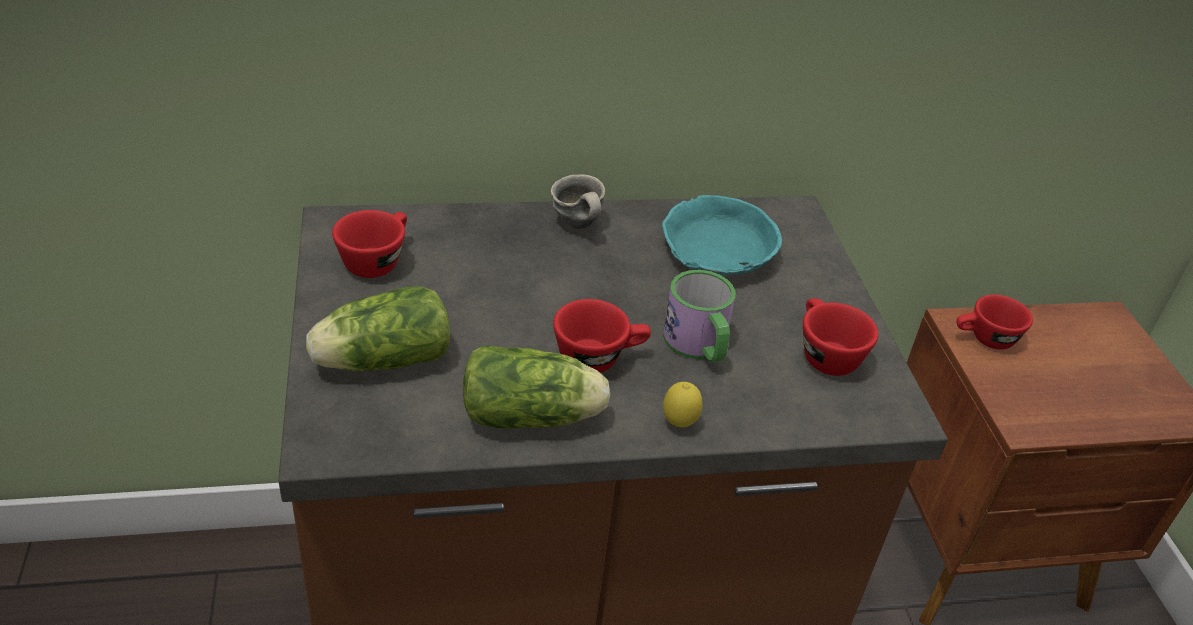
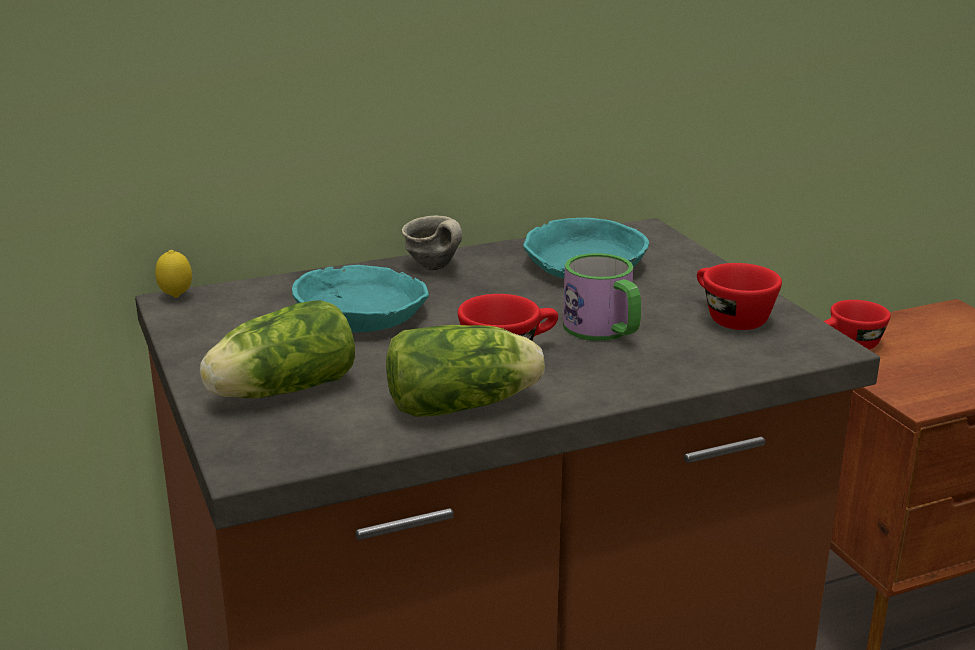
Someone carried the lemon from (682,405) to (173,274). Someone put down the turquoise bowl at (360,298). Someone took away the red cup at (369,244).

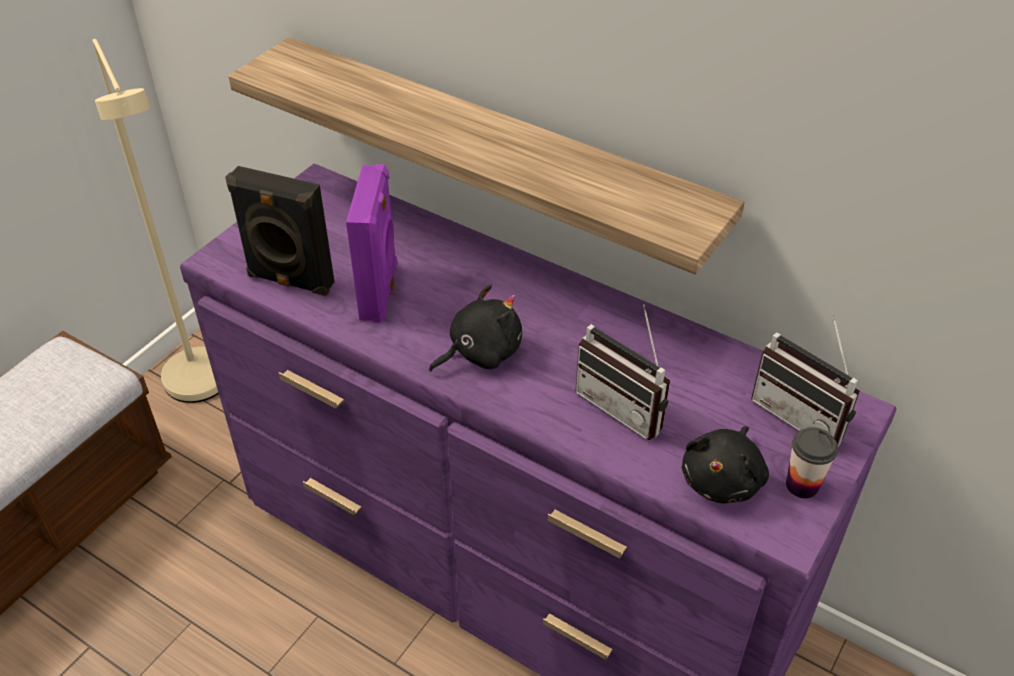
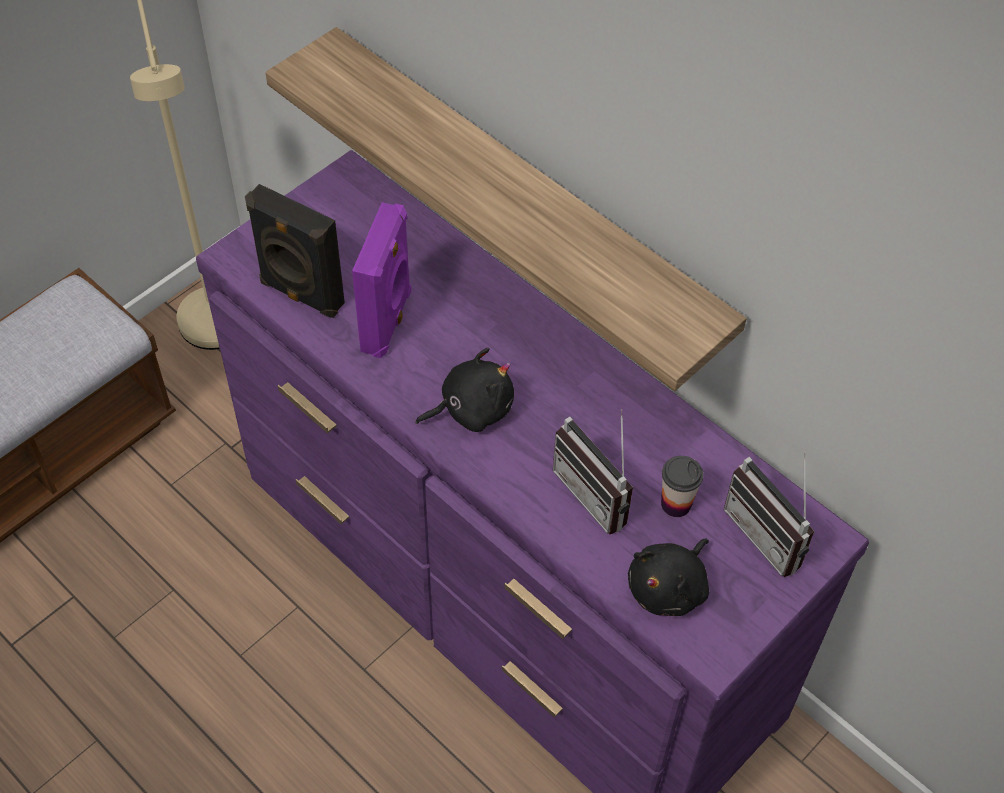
Someone carried the cup from (812,463) to (682,486).

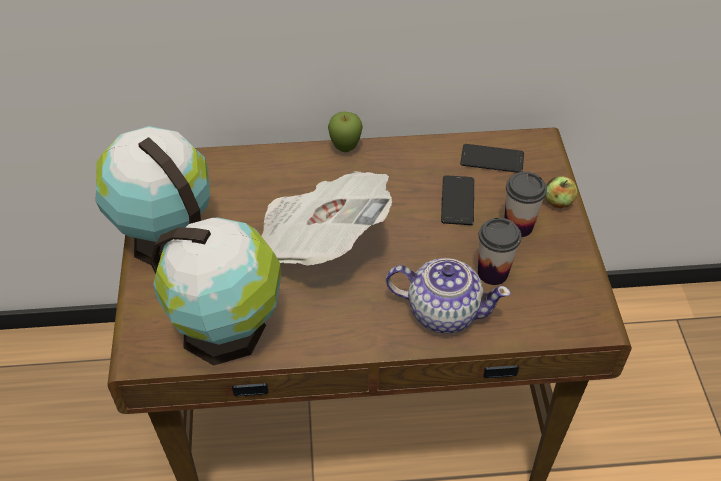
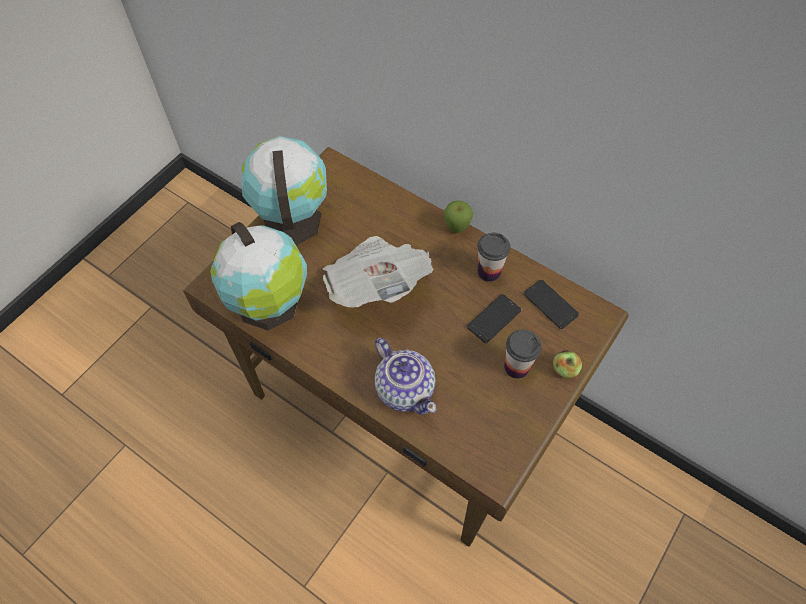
Someone carried the cup from (500,251) to (494,257).

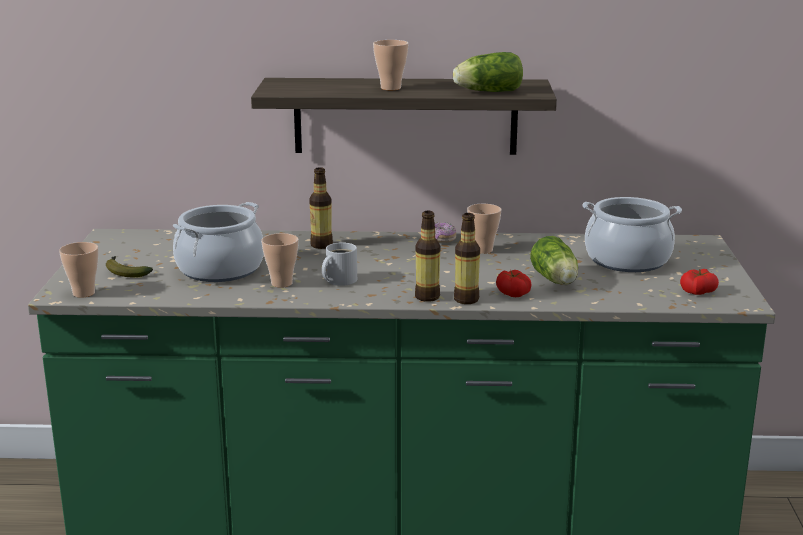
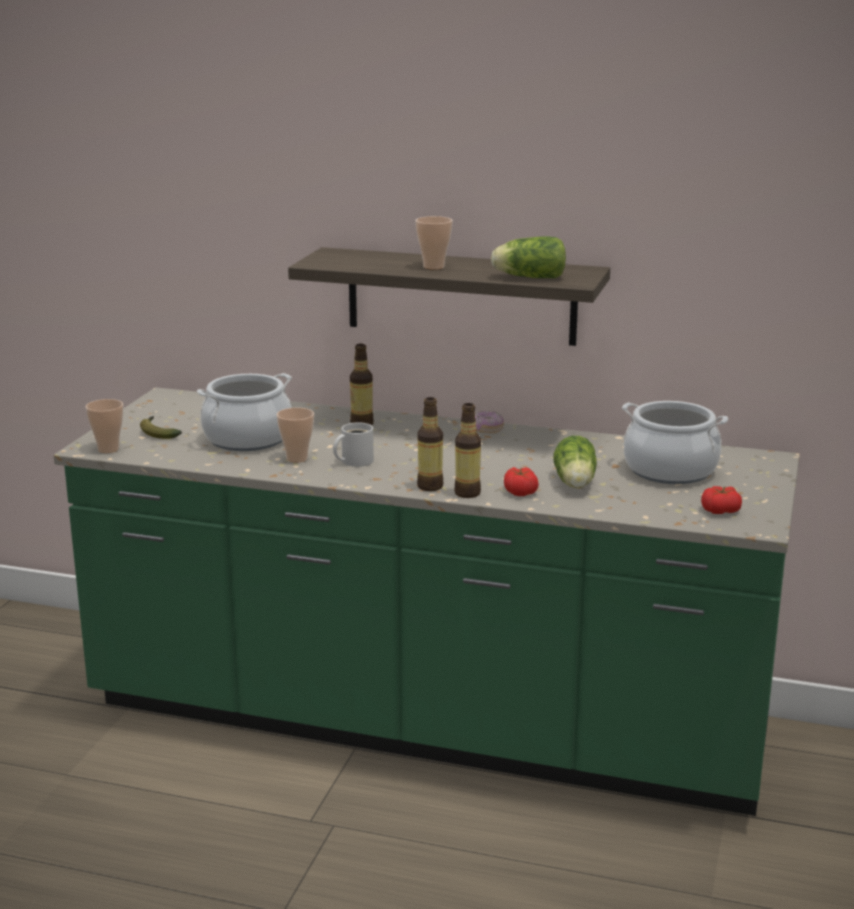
Someone took away the cup at (484,229).

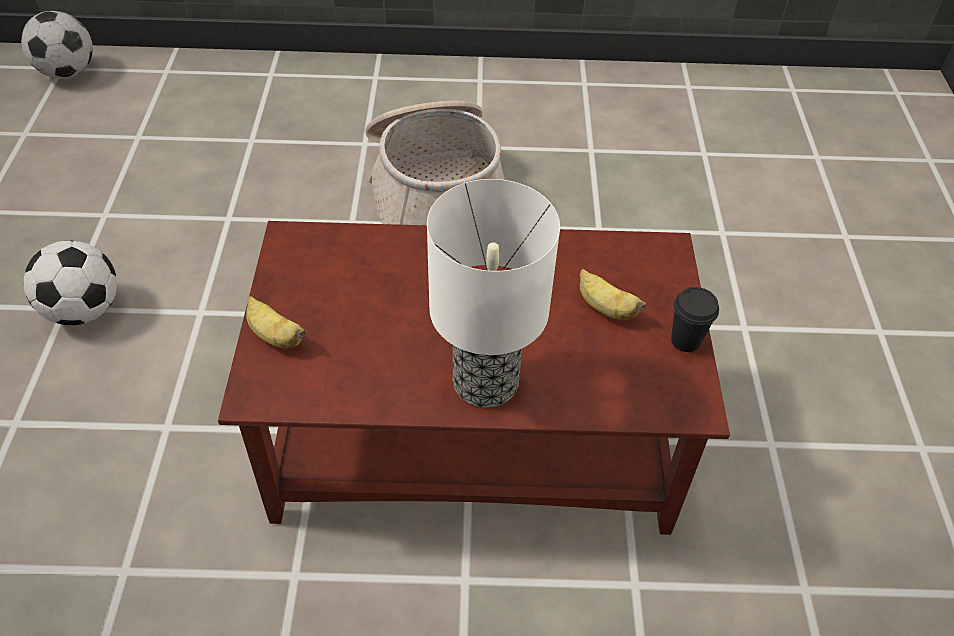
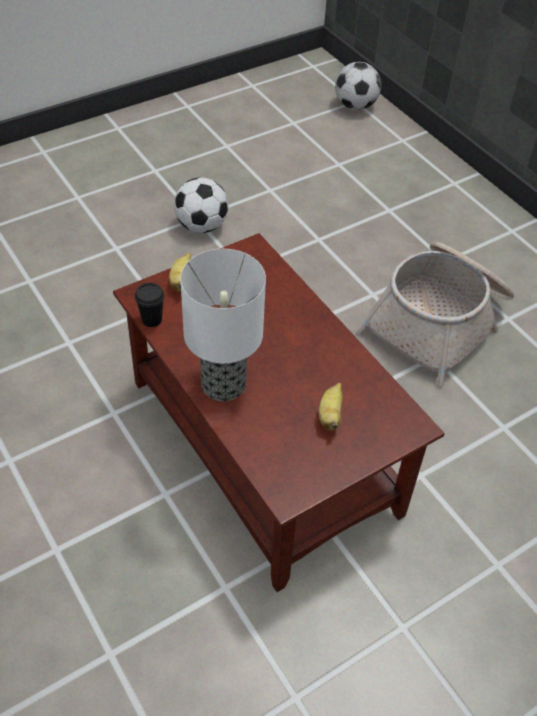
Someone carried the black cup from (695,319) to (150,305).

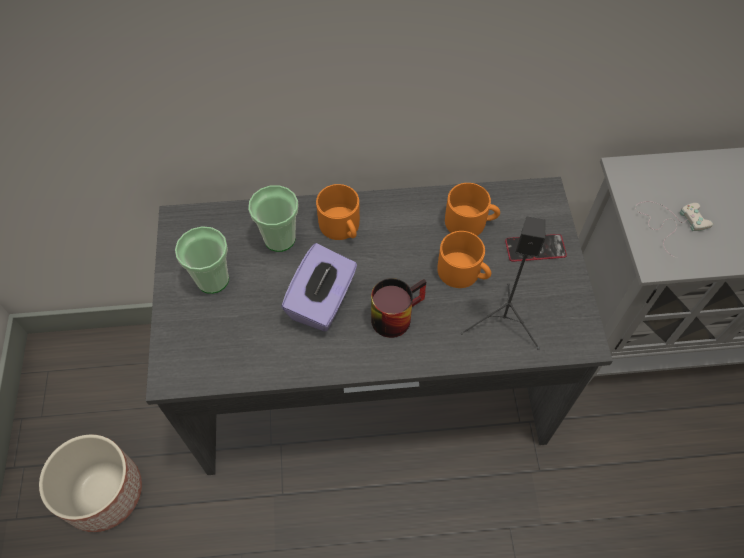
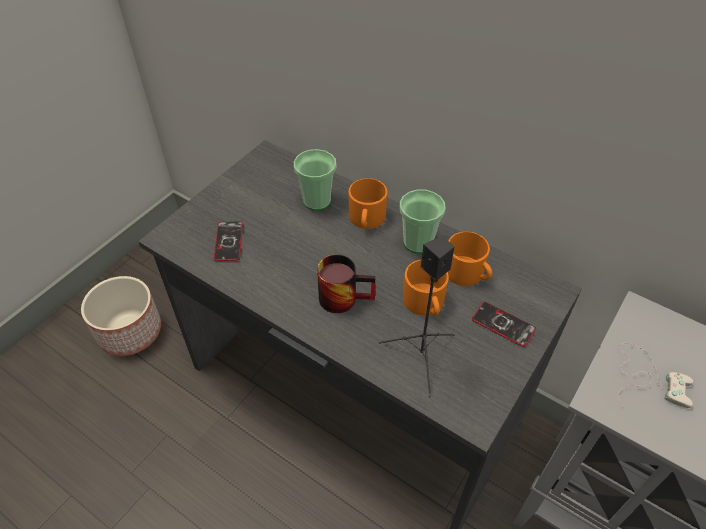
Someone put down the phone at (228,241). Someone carried the cup from (202,260) to (423,222). Someone took away the purple tissue box at (319,287).

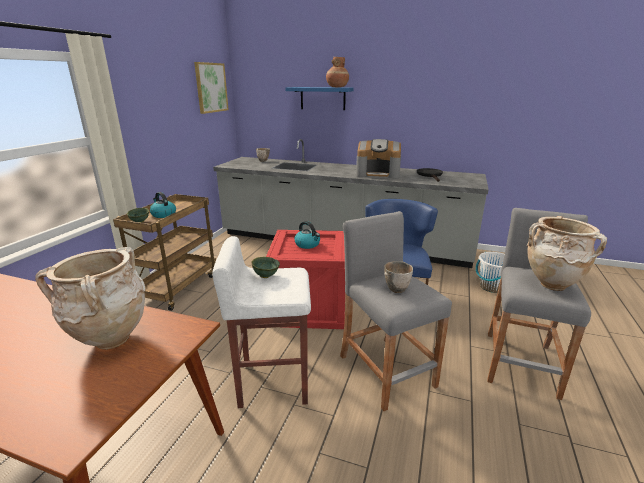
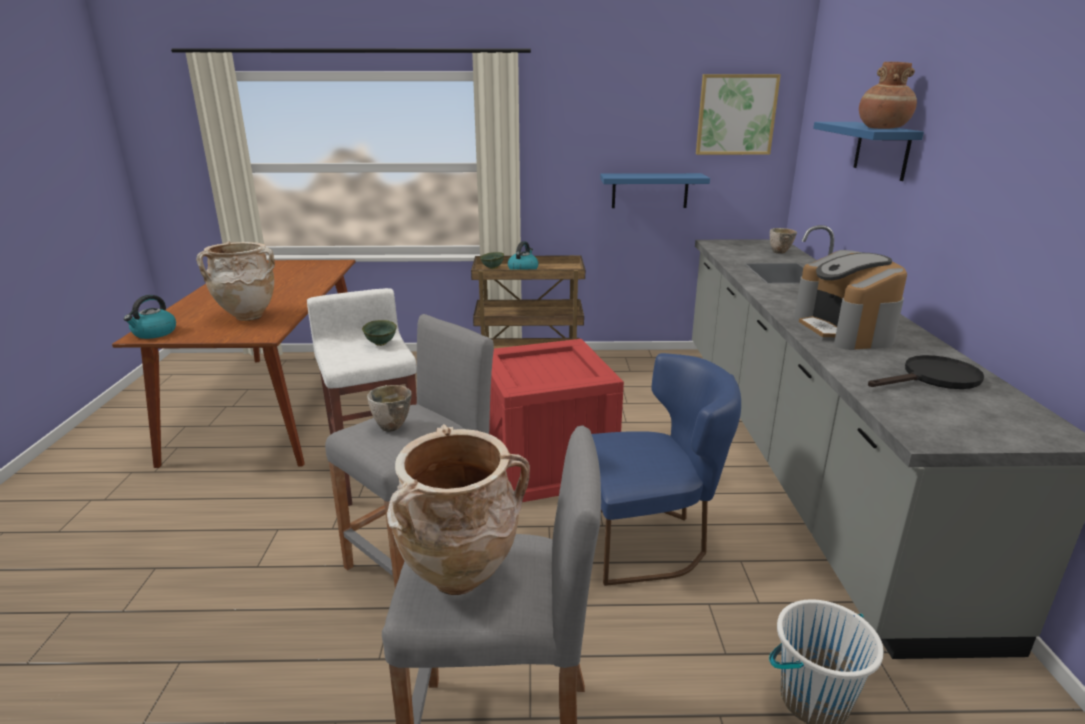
Someone carried the kettle from (307,235) to (150,317). Someone put up the blue shelf at (655,190).

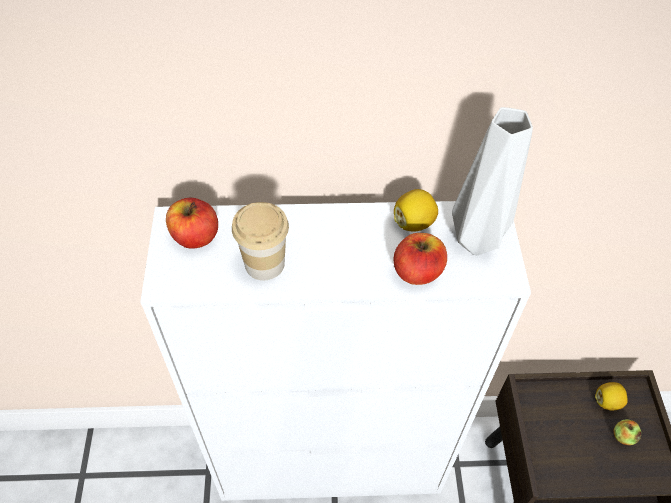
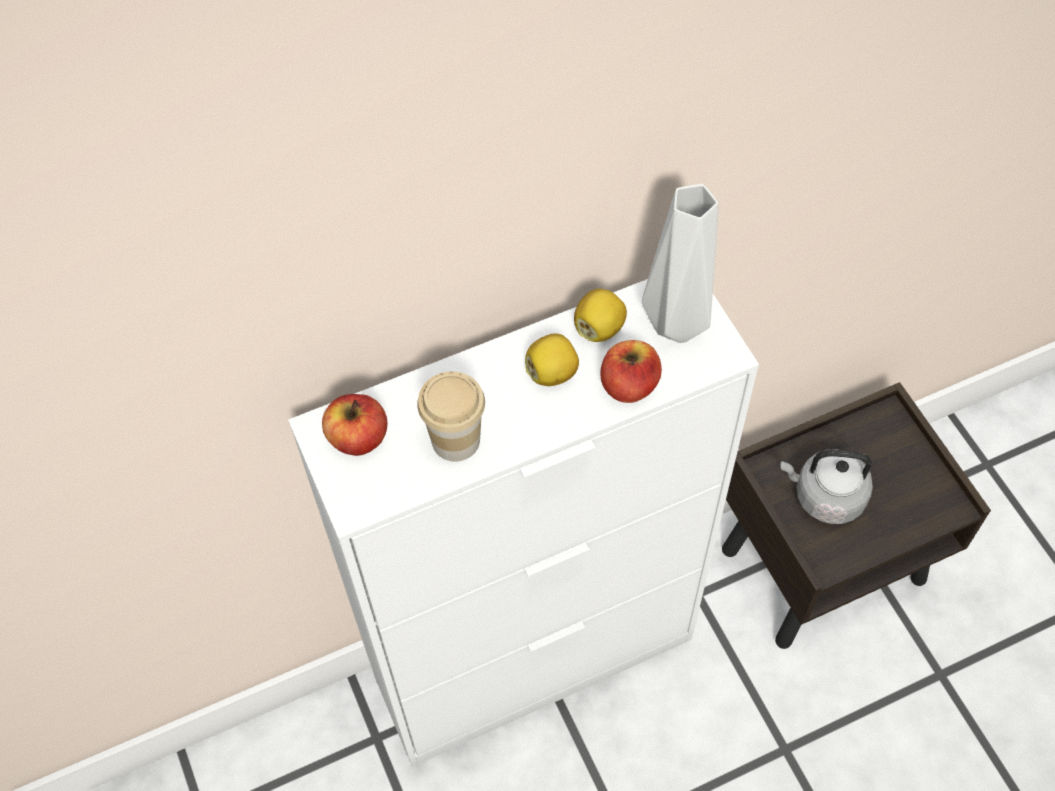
Someone carried the lemon from (611,396) to (552,359). Someone put down the grey kettle at (827,486). Someone took away the apple at (627,432).

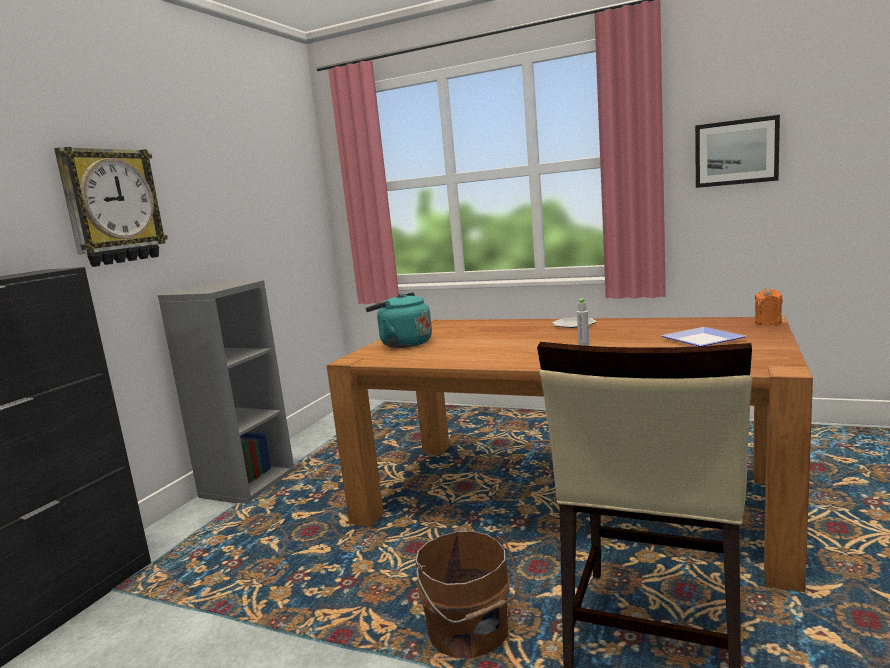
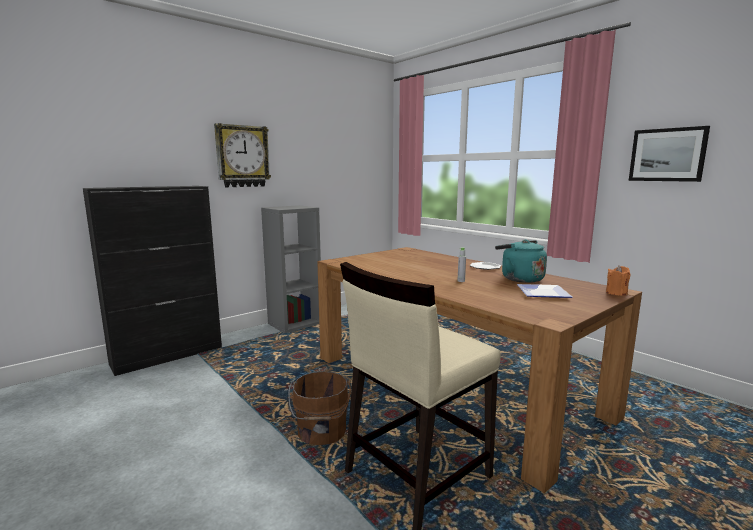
Someone carried the turquoise kettle from (398,320) to (521,261).

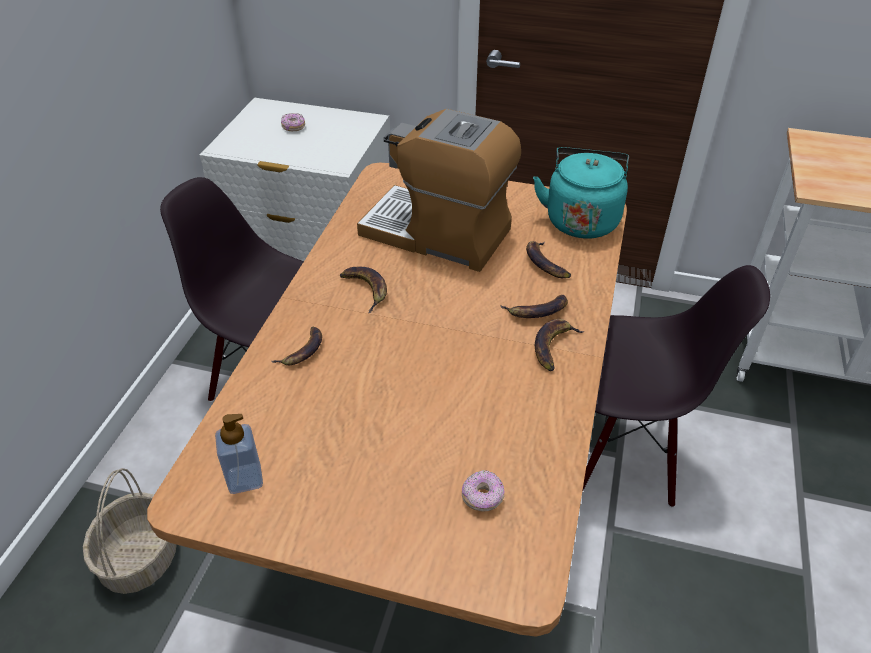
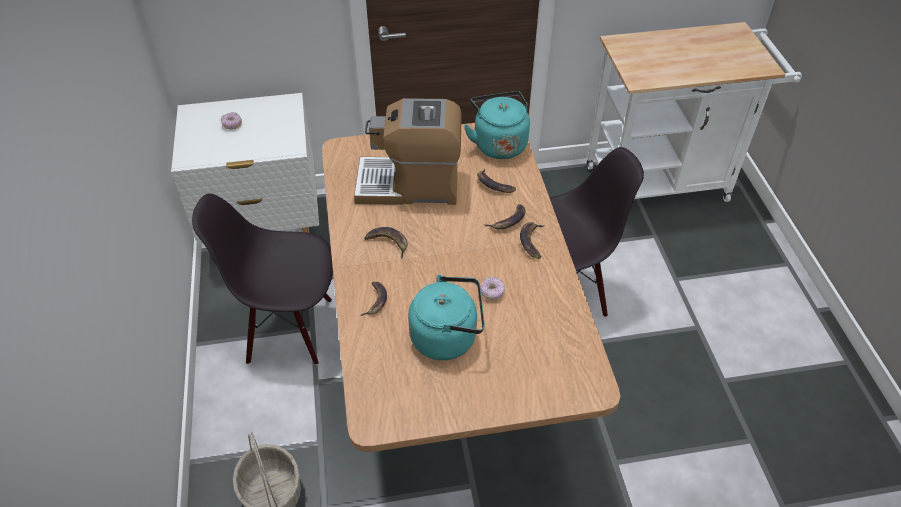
Someone put down the turquoise kettle at (446,317). Someone carried the donut from (483,491) to (492,288). Someone took away the soap dispenser at (239,454).

